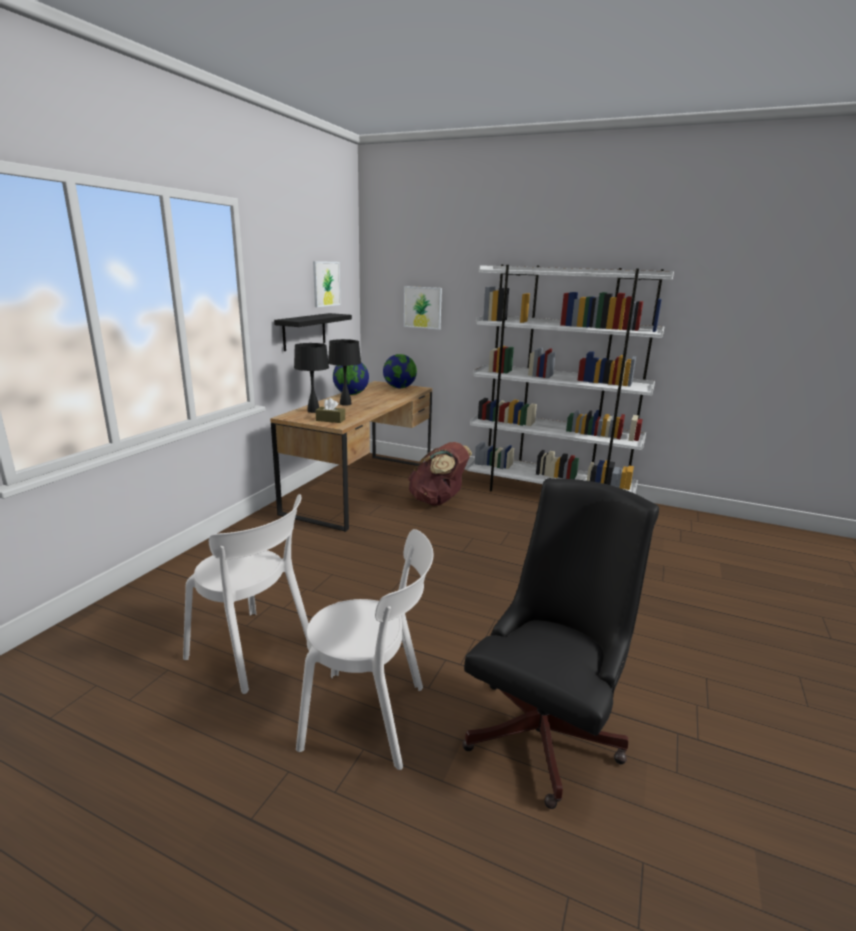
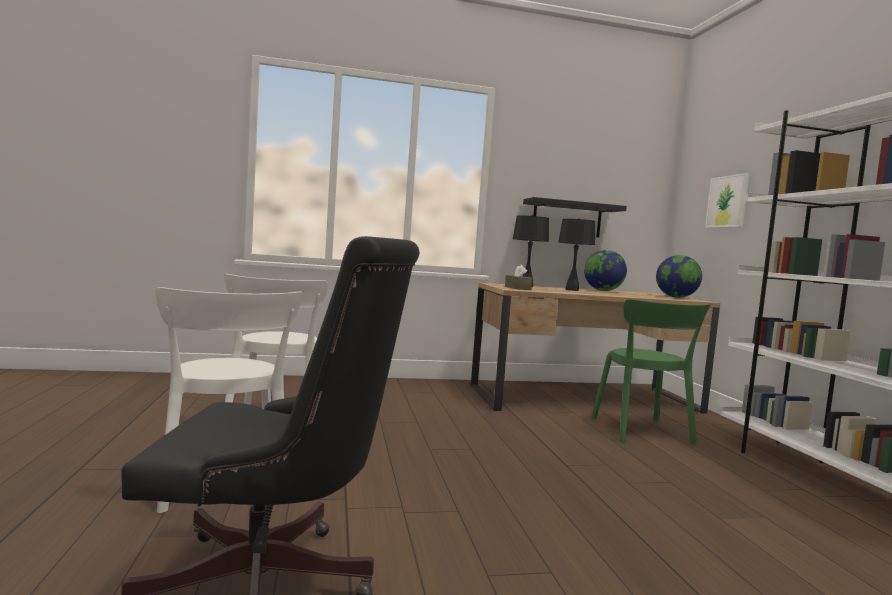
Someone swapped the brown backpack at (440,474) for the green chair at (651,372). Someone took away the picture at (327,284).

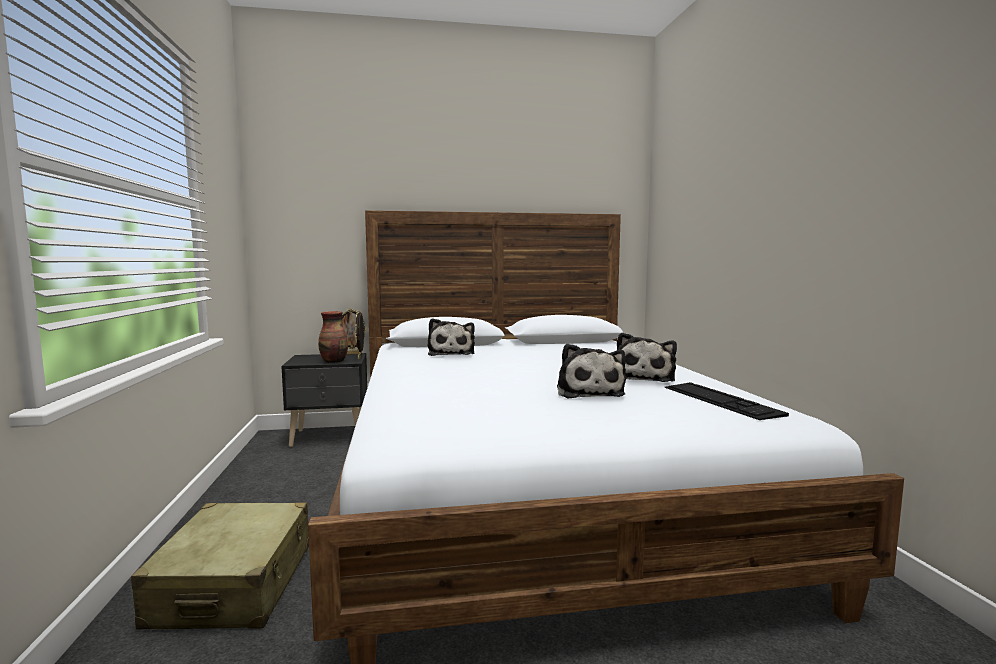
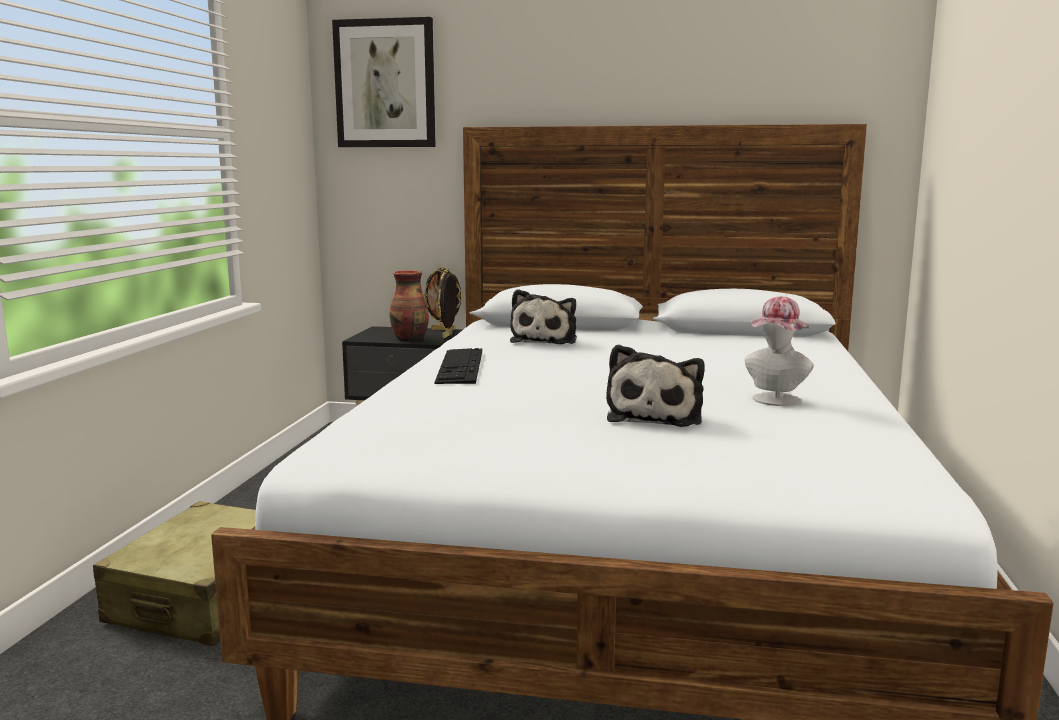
Someone put up the picture at (384,82). Someone carried the keyboard from (727,401) to (458,366). Someone swapped the plush toy at (647,357) for the hat at (779,351).

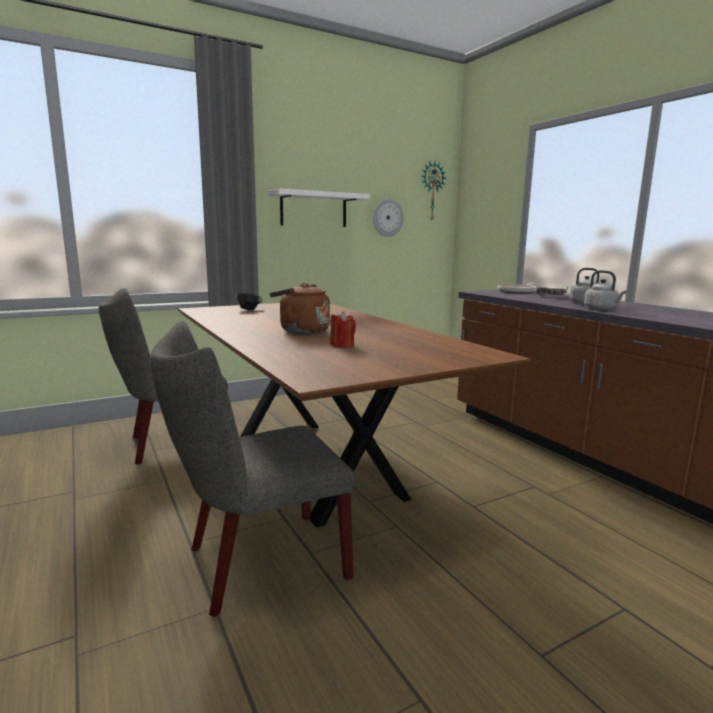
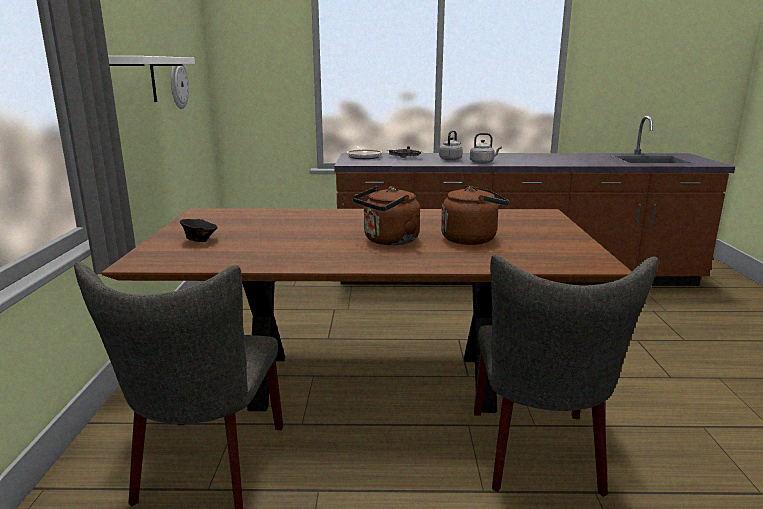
Someone swapped the red candle at (343,329) for the brown kettle at (475,215). Someone took away the wall clock at (433,190).

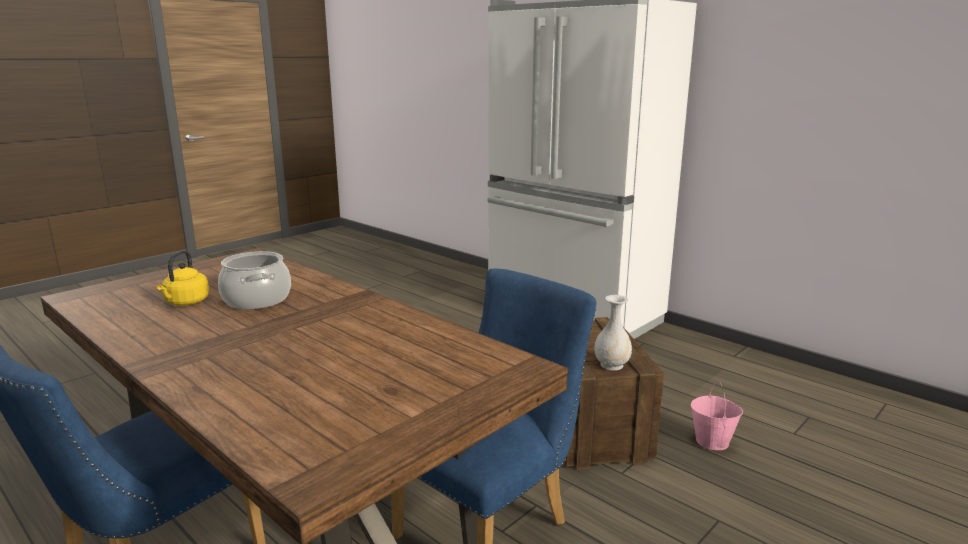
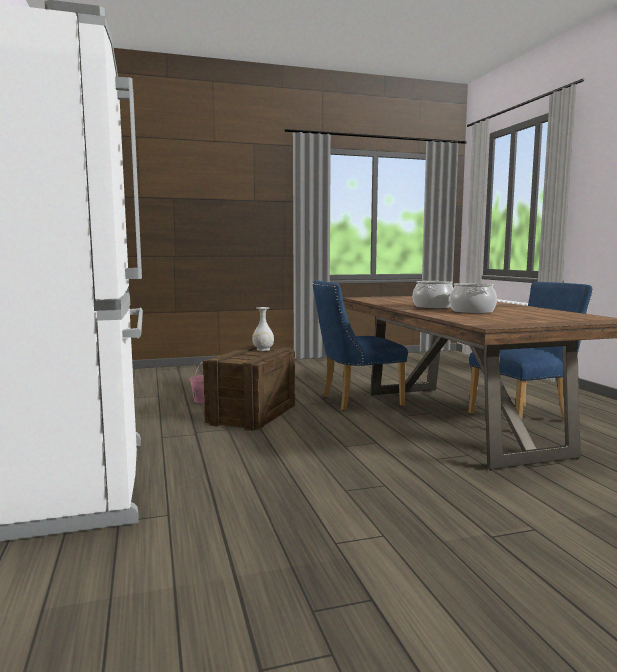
Someone put down the cooking pot at (433,295). Someone took away the yellow kettle at (183,278).

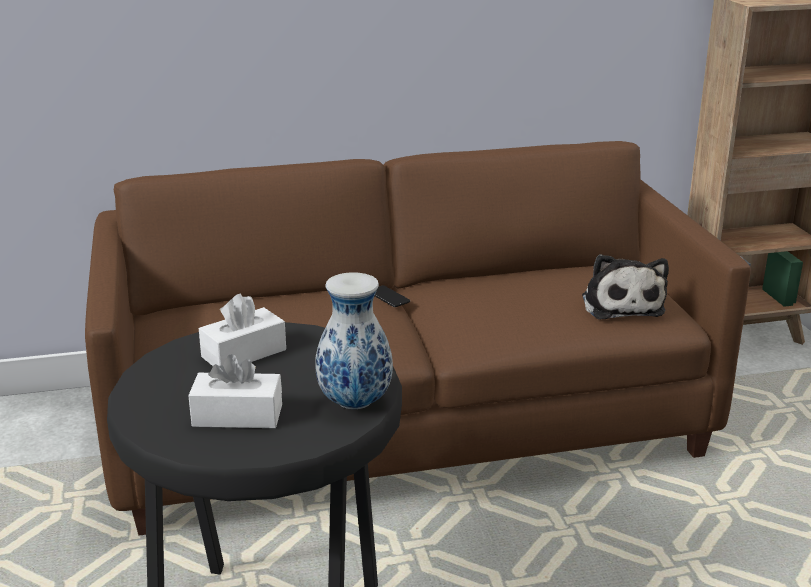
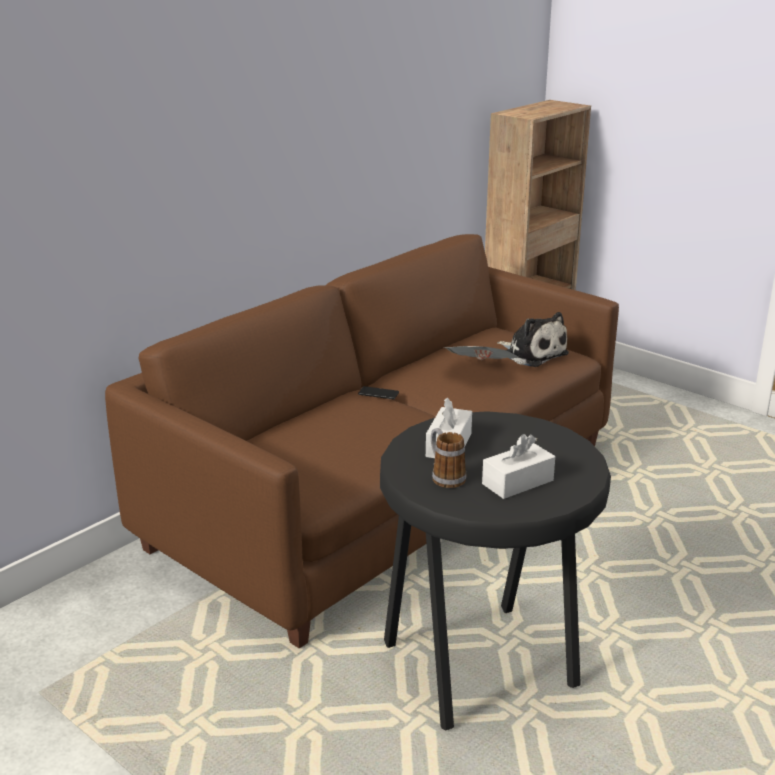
Someone put down the mug at (448,458). Someone put down the newspaper at (481,353). Someone took away the vase at (354,340).

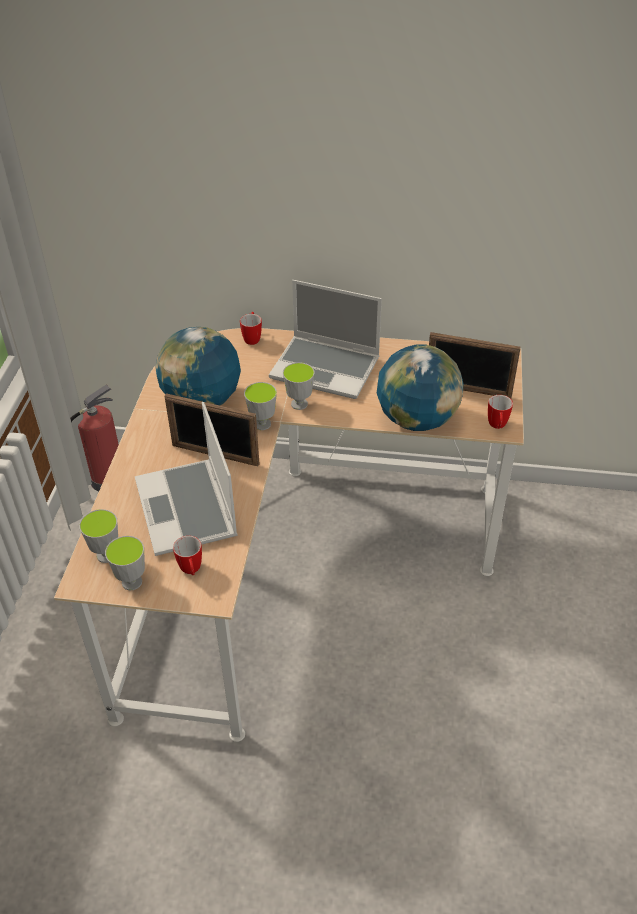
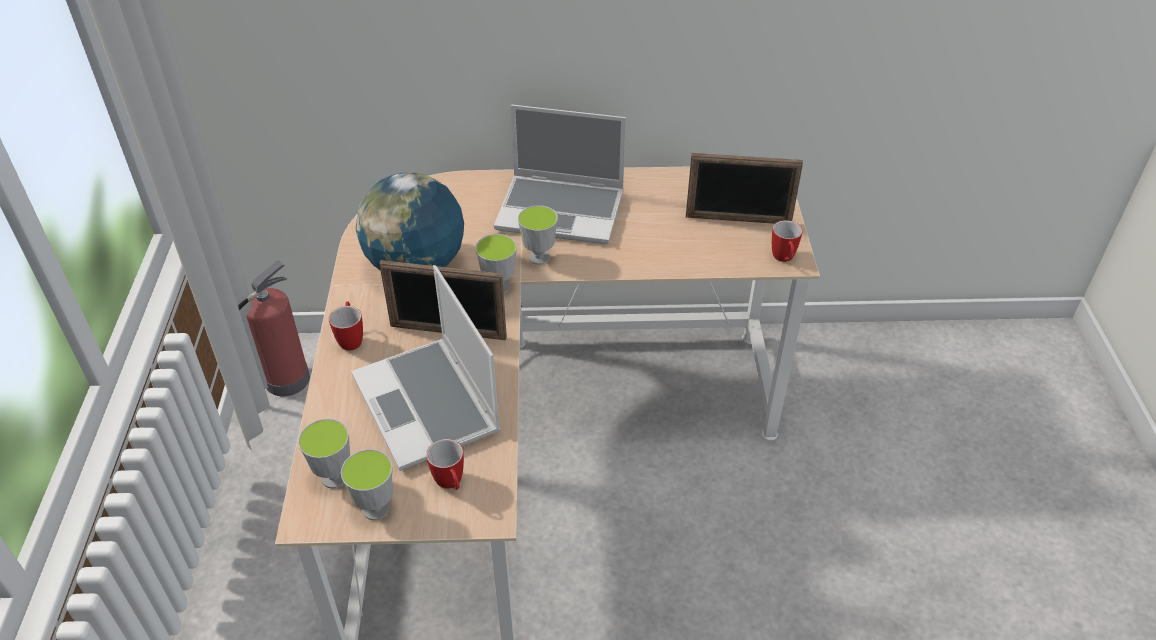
Someone carried the mug from (251,328) to (346,326). Someone took away the globe at (420,387).

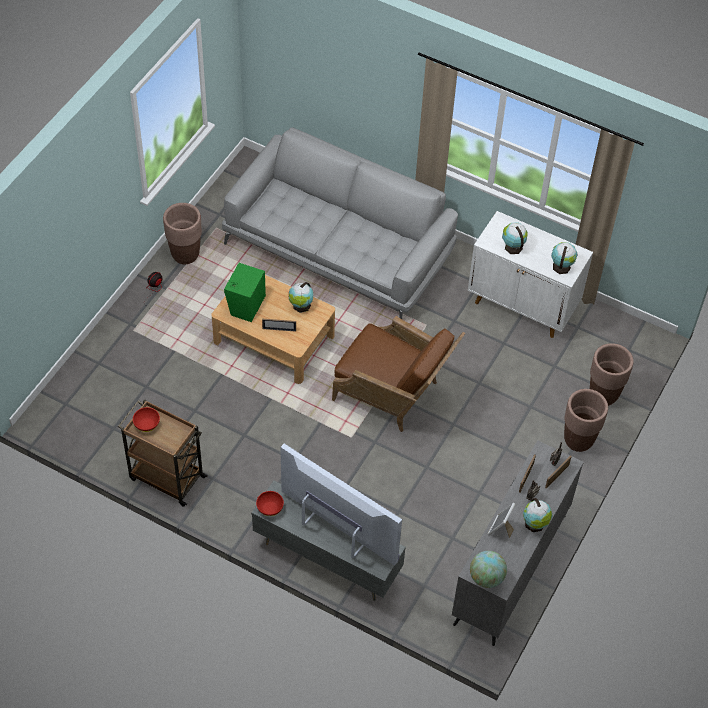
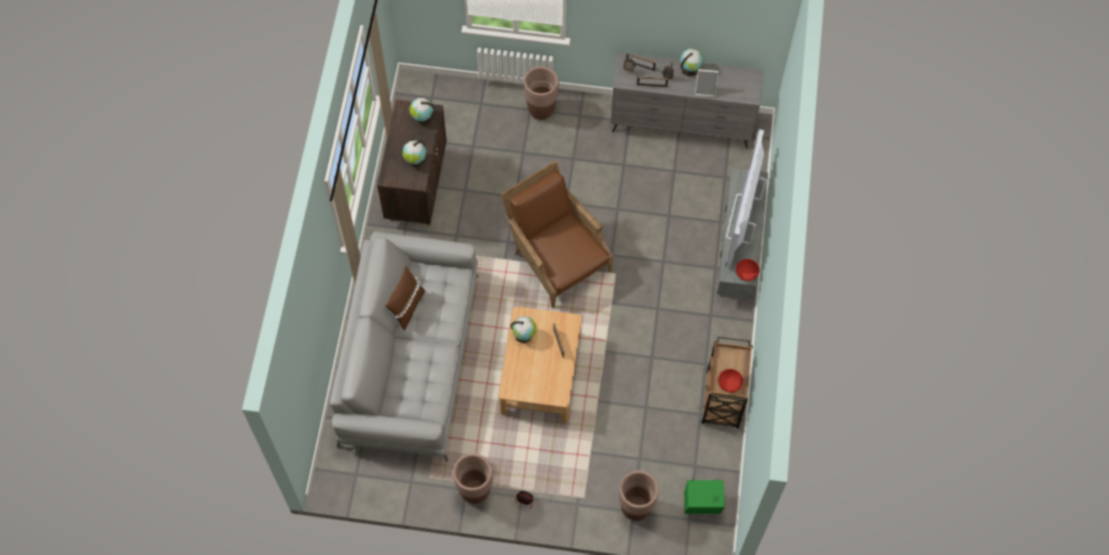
Someone repainted the white cabinet at (530,274), which became the brown cabinet at (412,163). Someone put down the brown pillow at (405,298). Someone rotated the brown armchair at (398,374) by 45 degrees counterclockwise. Someone carried the brown planter from (611,374) to (639,495). Someone carried the green speaker from (245,292) to (704,496). Someone took away the globe at (488,569).

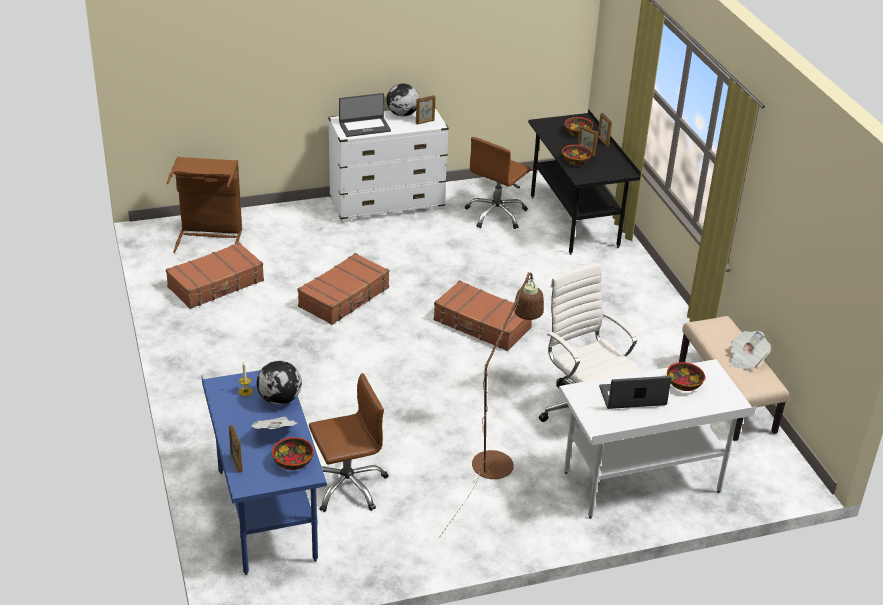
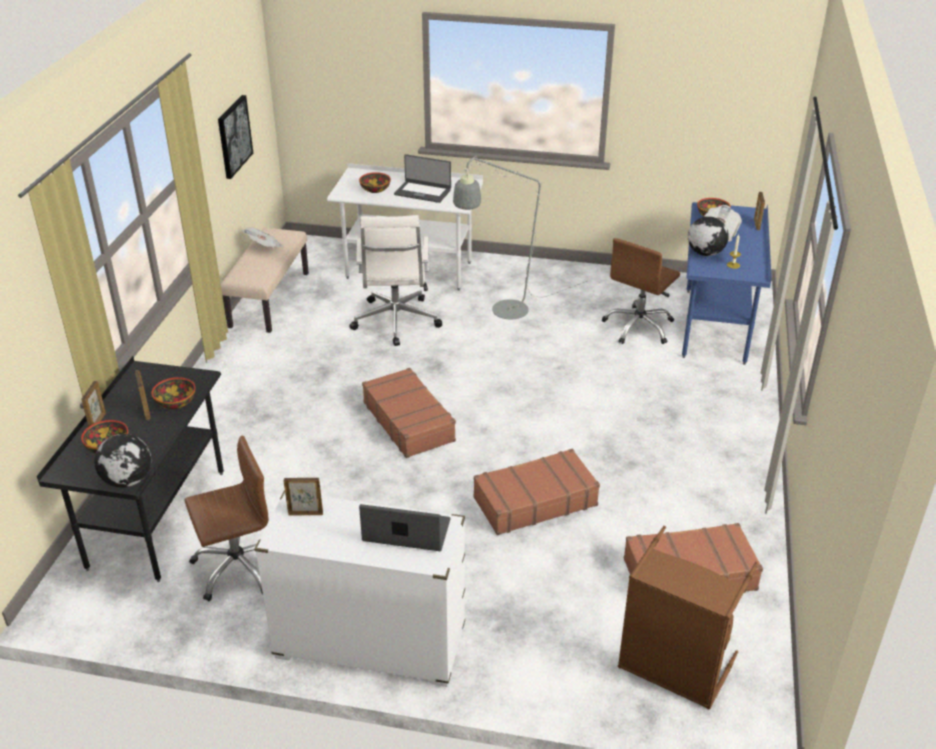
Someone carried the globe from (403,100) to (122,461). Someone put up the picture at (235,137). Someone repainted the brown floor lamp at (491,405), which became the grey floor lamp at (521,238). Someone rotated the brown office chair at (349,442) by 60 degrees counterclockwise.

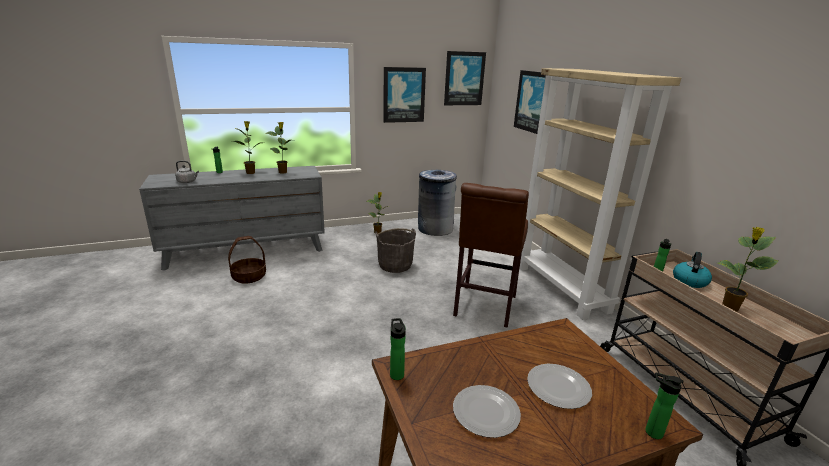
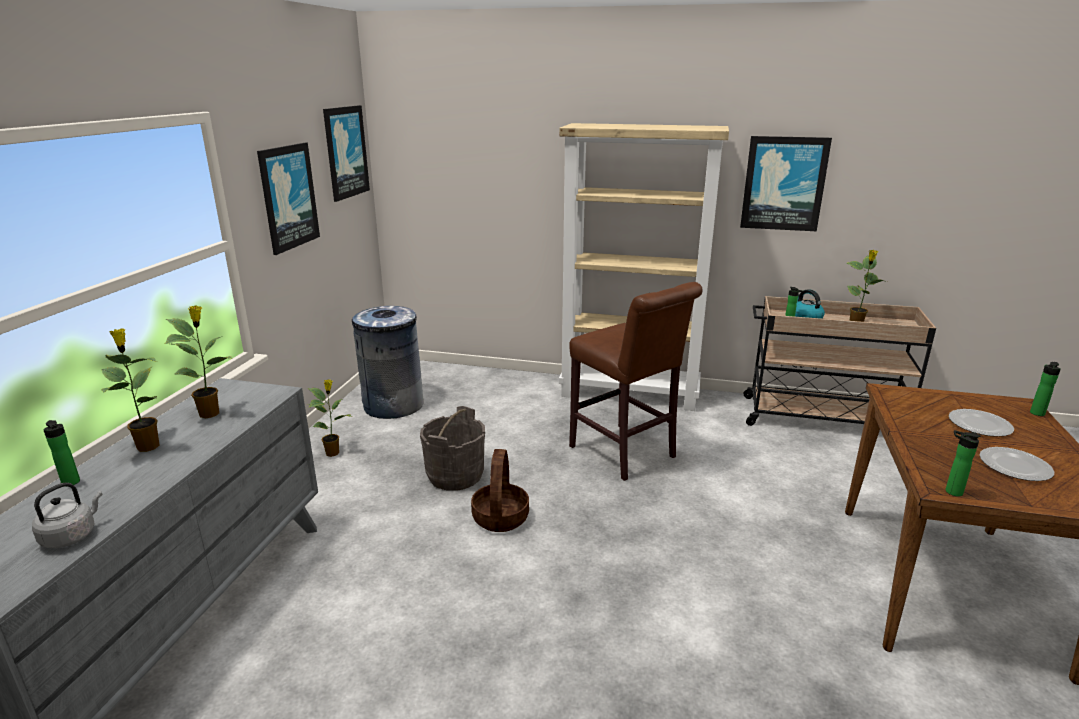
Someone carried the basket from (247,260) to (500,490). Someone carried the picture from (530,102) to (786,183).

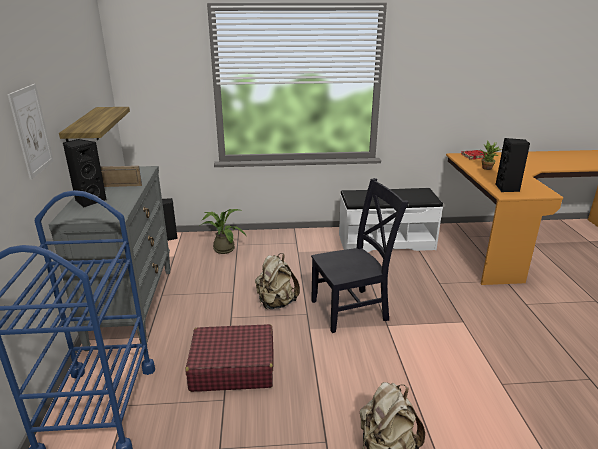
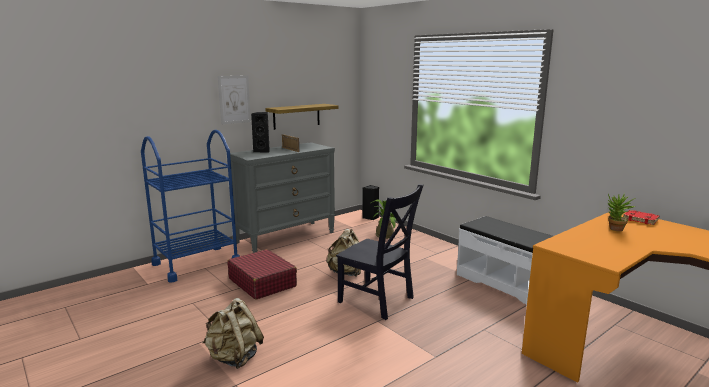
Someone took away the black speaker at (512,165).

